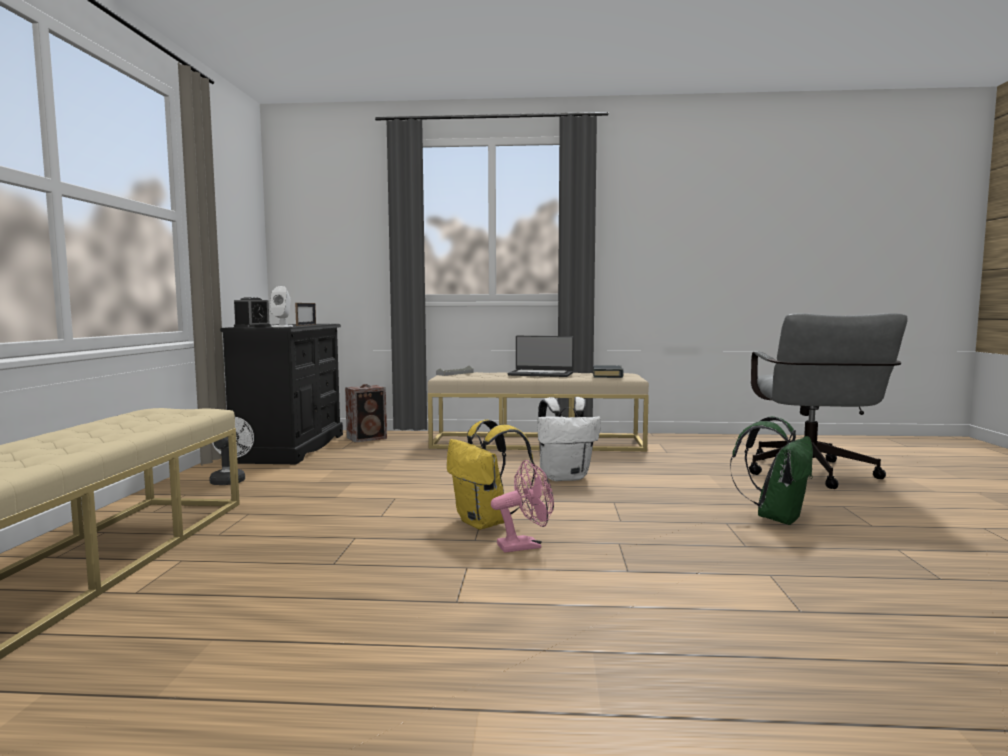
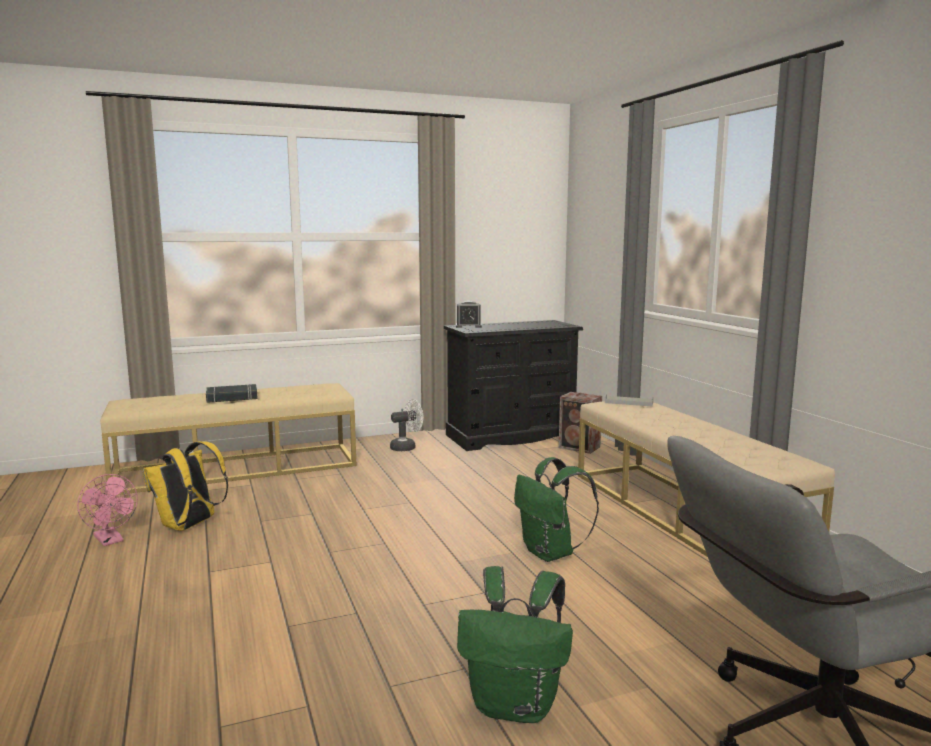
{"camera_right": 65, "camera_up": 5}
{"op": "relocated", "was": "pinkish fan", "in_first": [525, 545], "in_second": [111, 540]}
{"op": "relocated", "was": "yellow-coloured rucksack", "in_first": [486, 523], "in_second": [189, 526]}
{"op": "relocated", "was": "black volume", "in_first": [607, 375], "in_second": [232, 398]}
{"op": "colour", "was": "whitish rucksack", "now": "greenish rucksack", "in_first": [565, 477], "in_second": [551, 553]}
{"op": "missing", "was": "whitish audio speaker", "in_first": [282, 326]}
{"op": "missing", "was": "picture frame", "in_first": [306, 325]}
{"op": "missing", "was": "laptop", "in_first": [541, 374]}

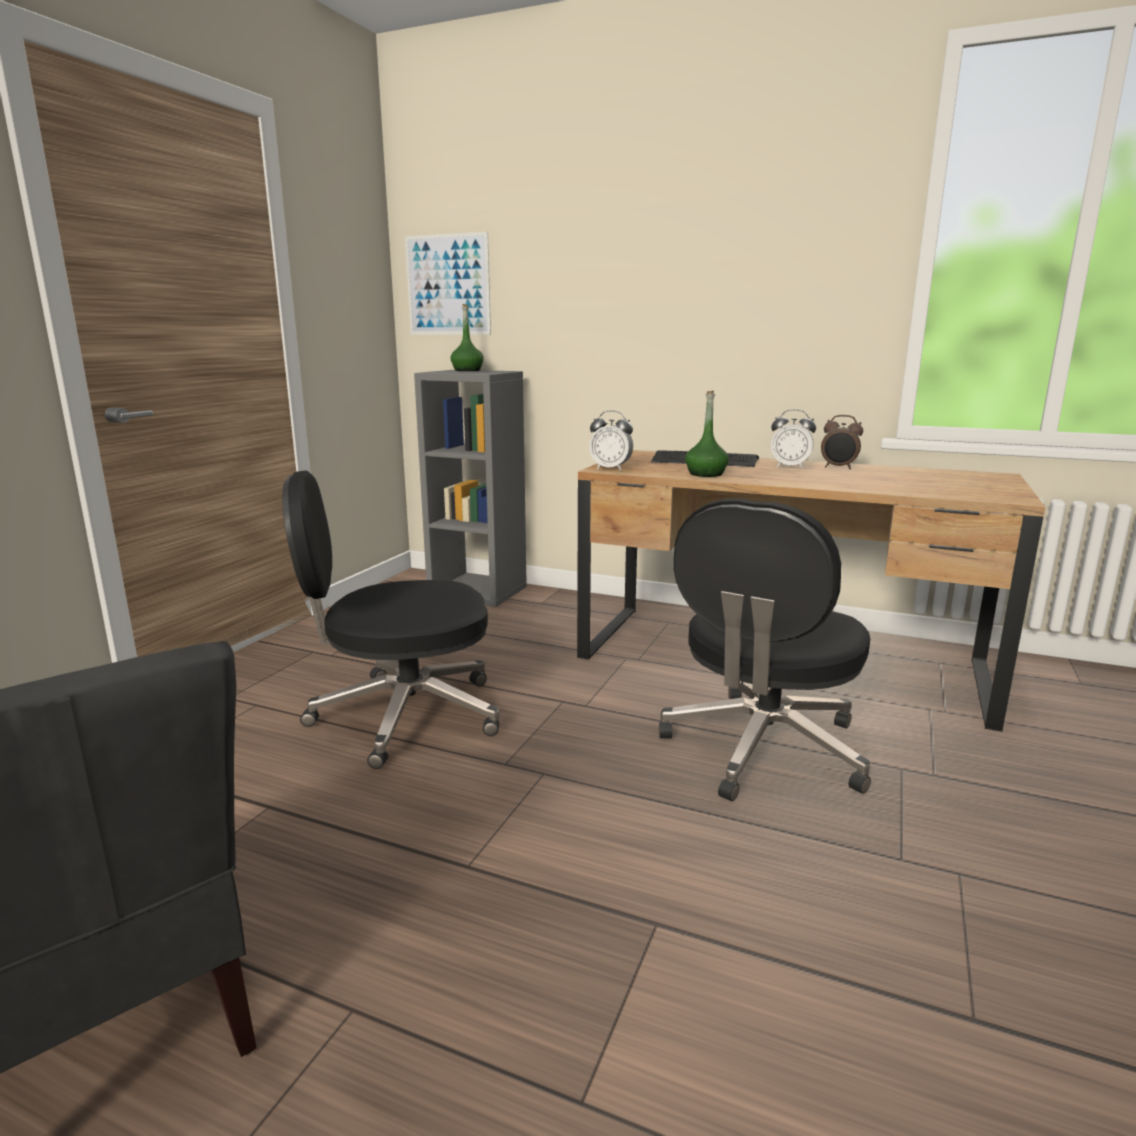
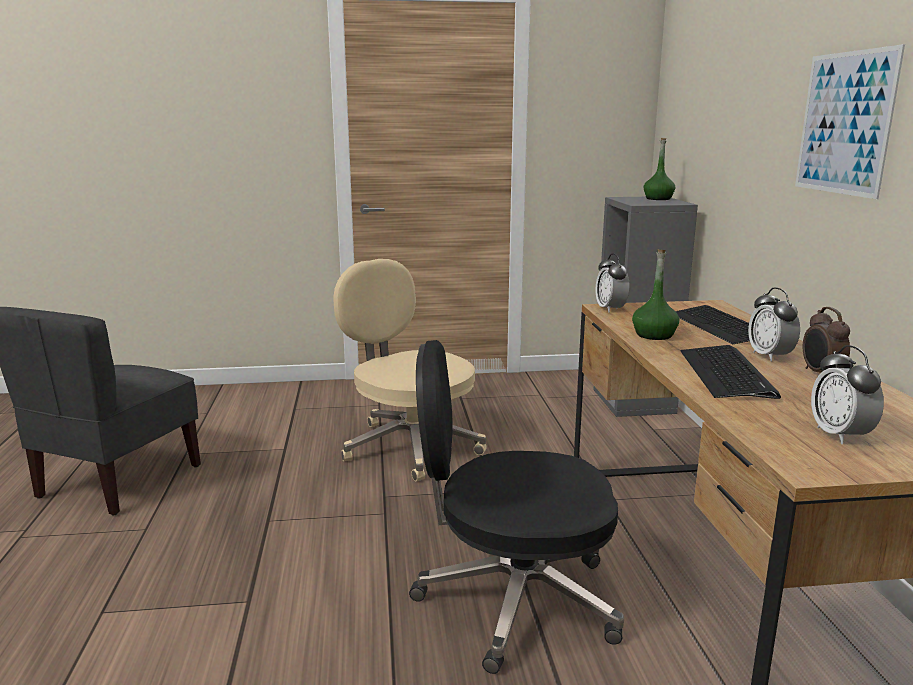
{"camera_right": 60, "camera_up": 0}
{"op": "colour", "was": "black desk chair", "now": "sand-coloured desk chair", "in_first": [403, 715], "in_second": [410, 445]}
{"op": "appeared", "now": "computer keyboard", "in_second": [726, 374]}
{"op": "relocated", "was": "wall picture", "in_first": [448, 285], "in_second": [844, 123]}
{"op": "appeared", "now": "alarm clock", "in_second": [840, 435]}

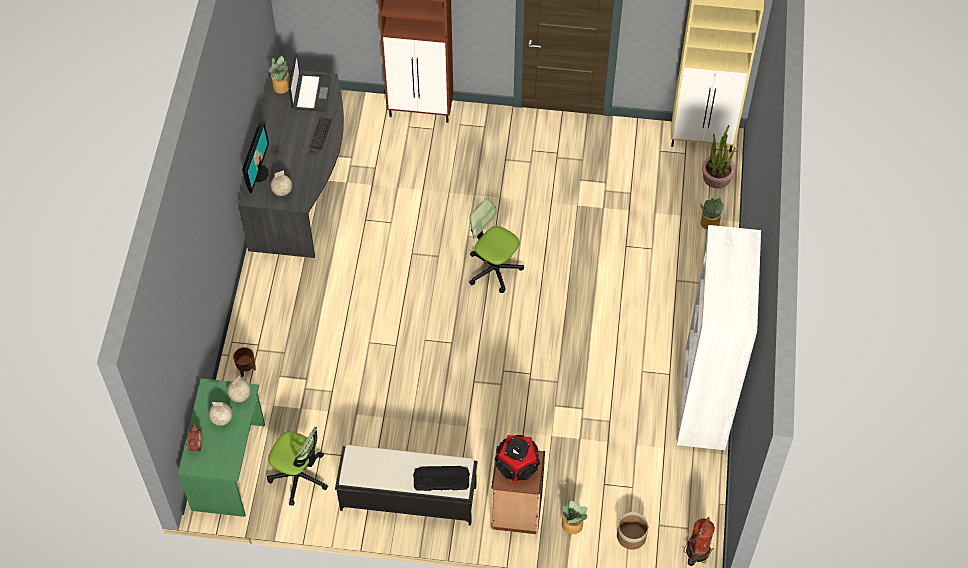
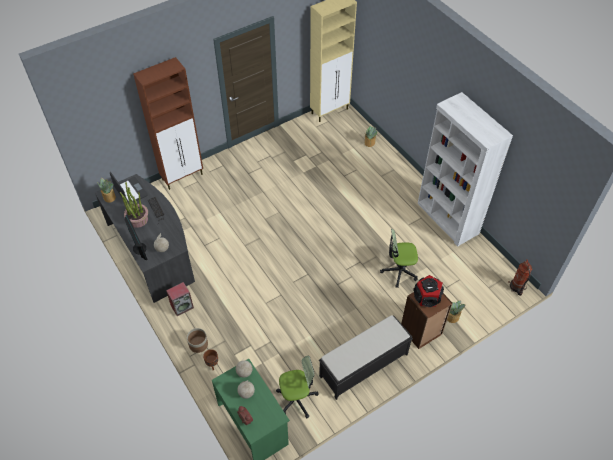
{"camera_right": -40, "camera_up": -5}
{"op": "relocated", "was": "houseplant", "in_first": [716, 176], "in_second": [138, 219]}
{"op": "appeared", "now": "audio speaker", "in_second": [182, 306]}
{"op": "relocated", "was": "planter", "in_first": [631, 536], "in_second": [198, 344]}
{"op": "relocated", "was": "desk chair", "in_first": [494, 269], "in_second": [399, 271]}
{"op": "missing", "was": "computer keyboard", "in_first": [441, 479]}

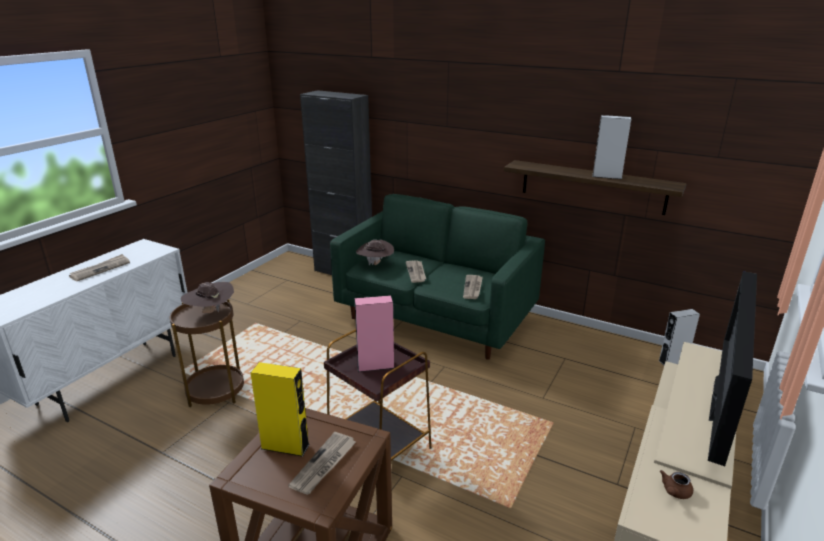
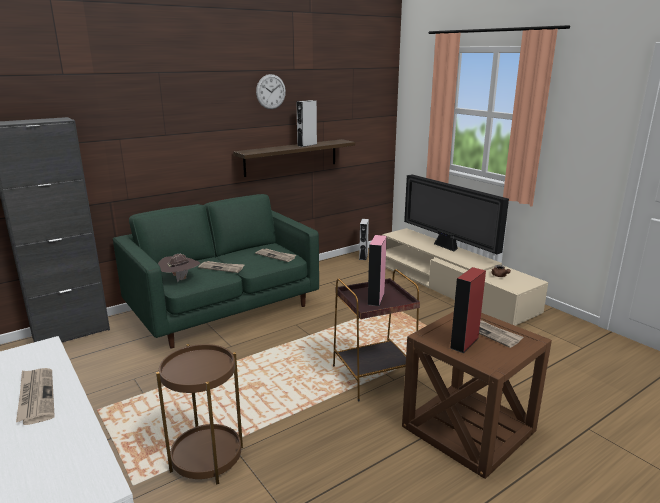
{"camera_right": -65, "camera_up": -5}
{"op": "appeared", "now": "hanging clock", "in_second": [271, 91]}
{"op": "colour", "was": "yellow-coloured audio speaker", "now": "red audio speaker", "in_first": [285, 446], "in_second": [464, 343]}
{"op": "missing", "was": "brown clothing hat", "in_first": [210, 312]}

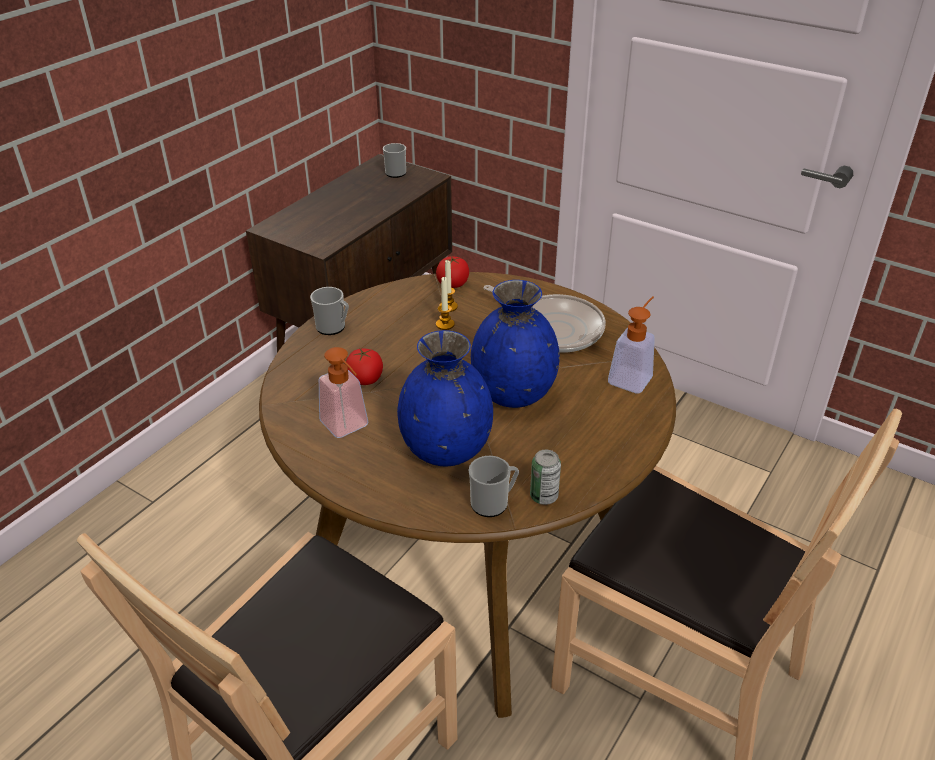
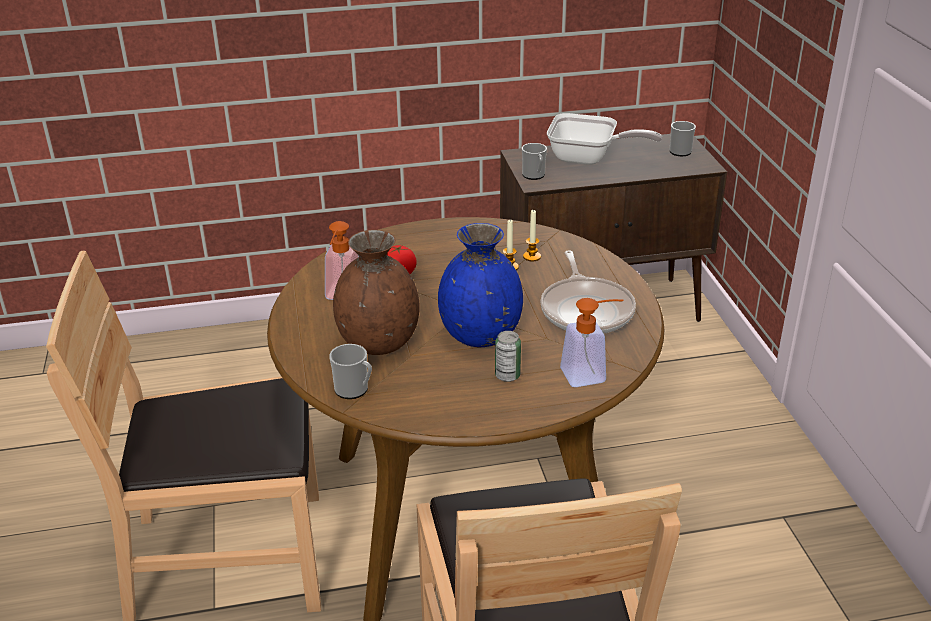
{"camera_right": 45, "camera_up": -5}
{"op": "colour", "was": "blue-coloured decorative vase", "now": "brown decorative vase", "in_first": [447, 449], "in_second": [379, 343]}
{"op": "relocated", "was": "can", "in_first": [544, 496], "in_second": [507, 376]}
{"op": "relocated", "was": "tea mug", "in_first": [333, 327], "in_second": [534, 176]}
{"op": "appeared", "now": "pan", "in_second": [589, 158]}
{"op": "missing", "was": "tomato", "in_first": [452, 284]}

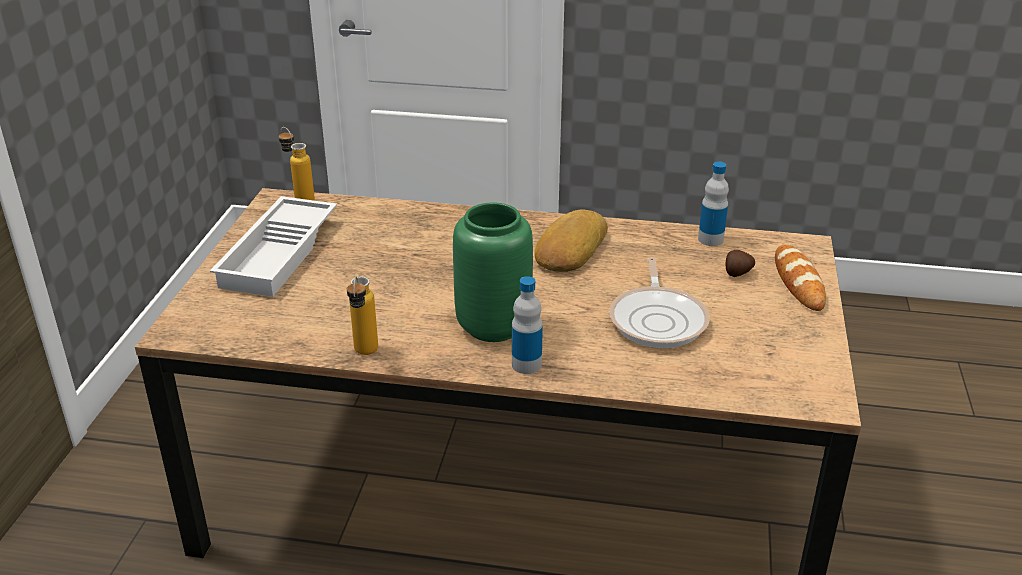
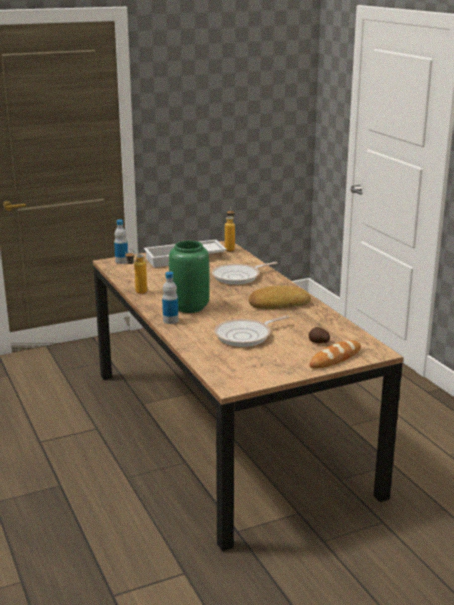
{"camera_right": 55, "camera_up": -10}
{"op": "relocated", "was": "drink bottle", "in_first": [710, 239], "in_second": [121, 261]}
{"op": "appeared", "now": "pan", "in_second": [238, 277]}

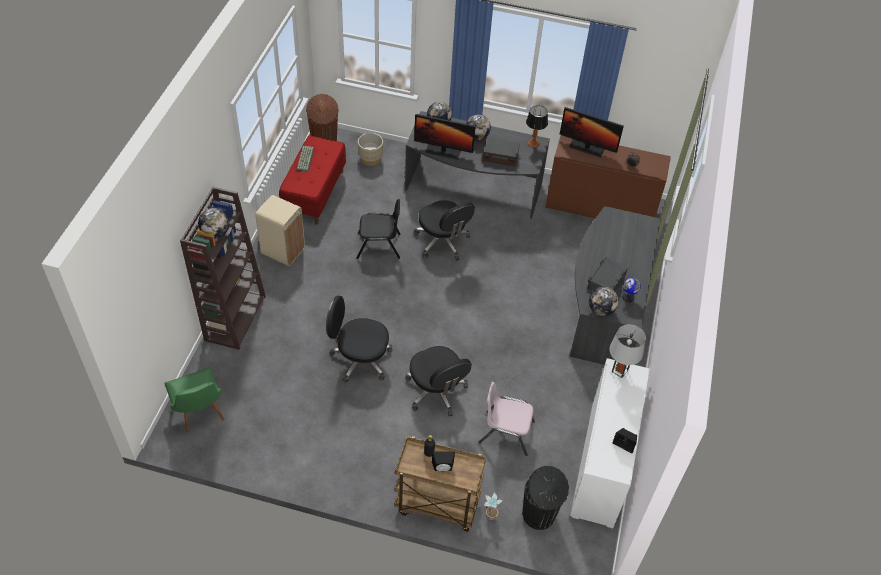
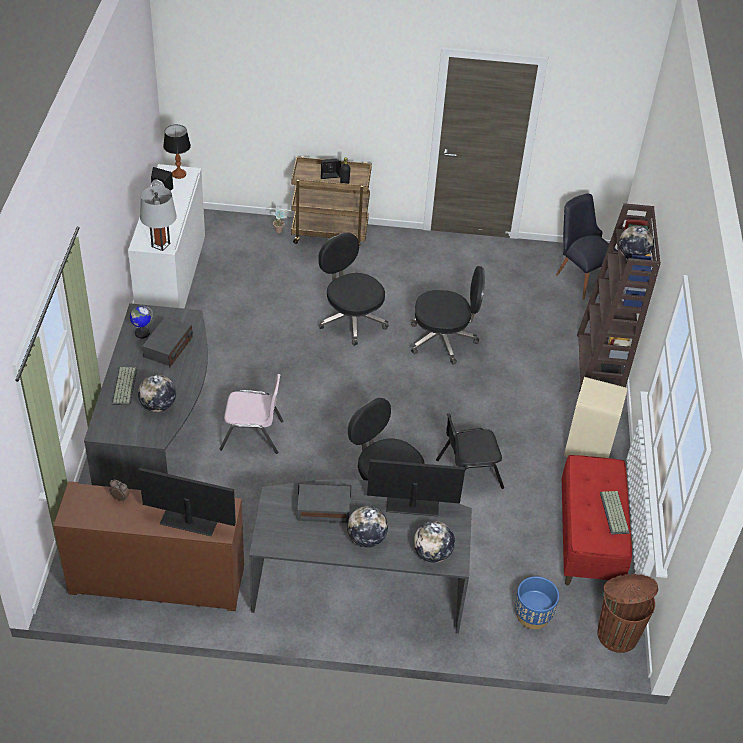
{"camera_right": 170, "camera_up": -5}
{"op": "appeared", "now": "computer keyboard", "in_second": [124, 386]}
{"op": "relocated", "was": "globe", "in_first": [601, 310], "in_second": [158, 406]}
{"op": "relocated", "was": "lamp for a table", "in_first": [533, 143], "in_second": [179, 174]}
{"op": "relocated", "was": "pinkish upright chair", "in_first": [506, 432], "in_second": [252, 435]}
{"op": "colour", "was": "sand-coloured planter", "now": "blue-coloured planter", "in_first": [370, 159], "in_second": [532, 615]}
{"op": "colour", "was": "greenish upright chair", "now": "black upright chair", "in_first": [200, 414], "in_second": [581, 276]}
{"op": "missing", "was": "black rubbish bin", "in_first": [539, 515]}

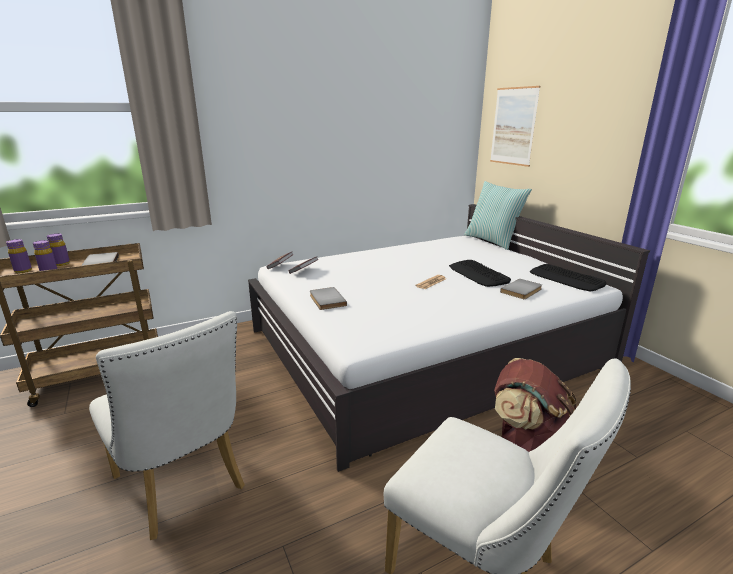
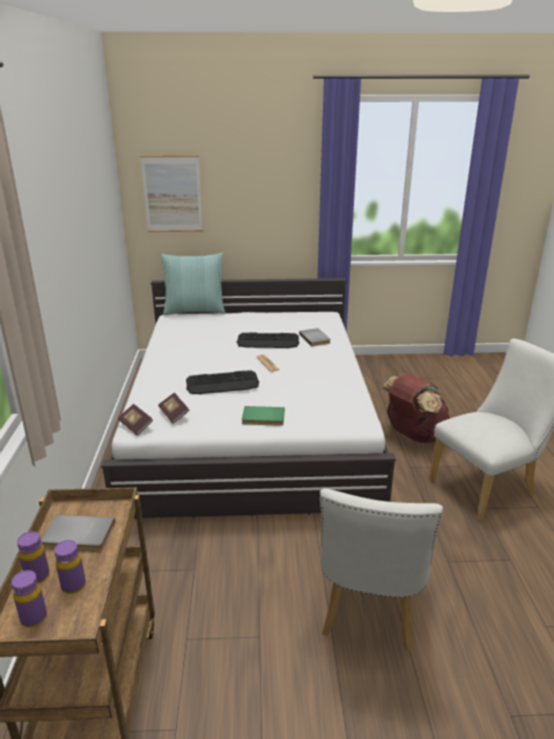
{"camera_right": -65, "camera_up": 5}
{"op": "relocated", "was": "computer keyboard", "in_first": [566, 278], "in_second": [222, 383]}
{"op": "colour", "was": "gray volume", "now": "greenish volume", "in_first": [326, 300], "in_second": [263, 418]}
{"op": "spun", "was": "whitish upright chair", "in_first": [184, 487], "in_second": [368, 612], "clockwise": 120}

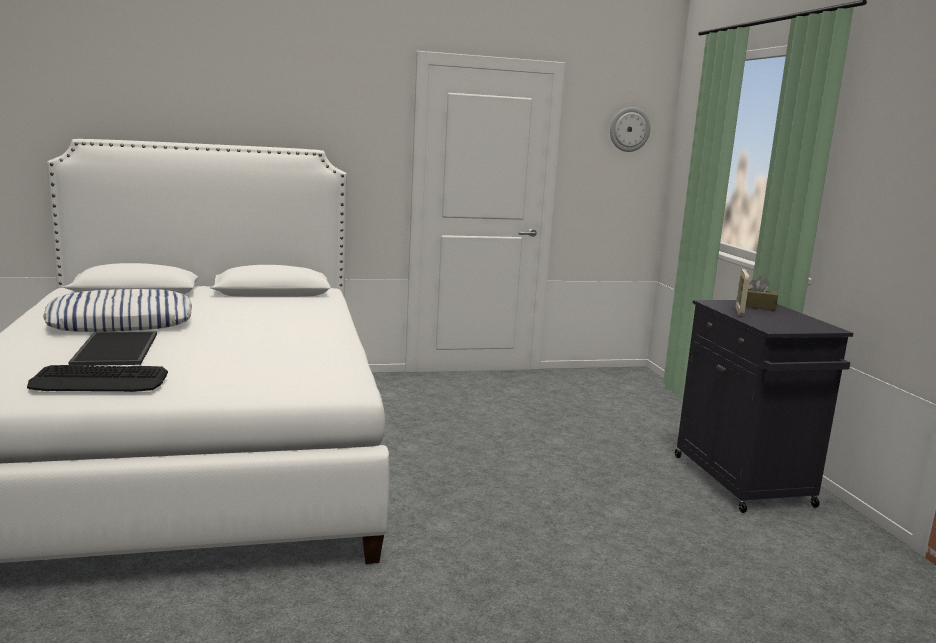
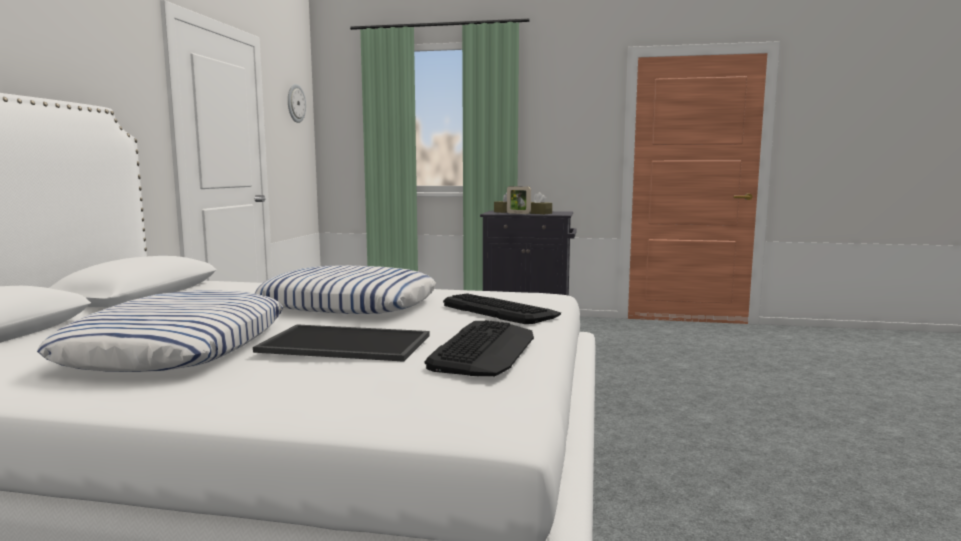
{"camera_right": -65, "camera_up": -5}
{"op": "appeared", "now": "cushion", "in_second": [350, 303]}
{"op": "appeared", "now": "computer keyboard", "in_second": [499, 310]}
{"op": "appeared", "now": "brown box of tissues", "in_second": [538, 213]}

